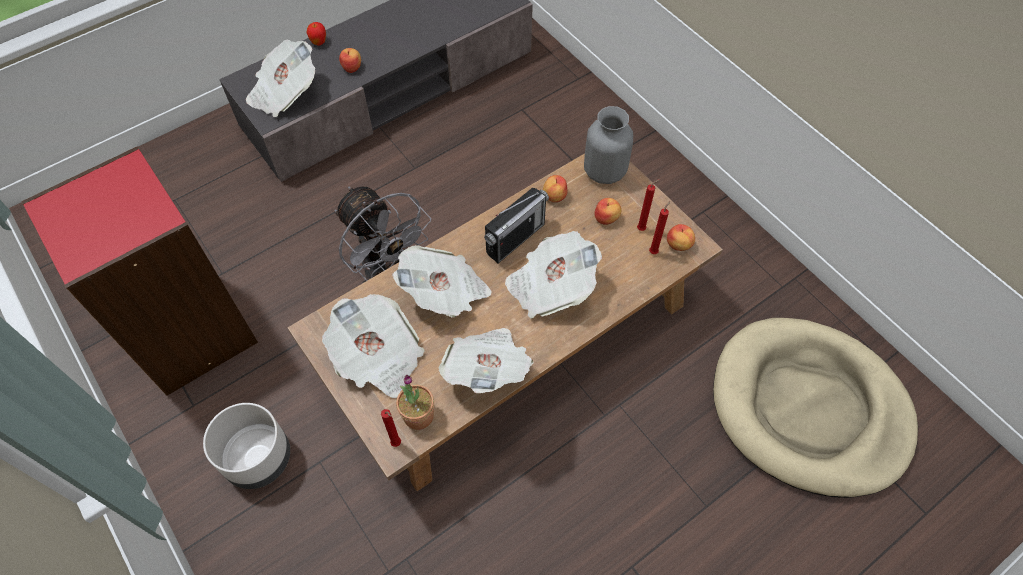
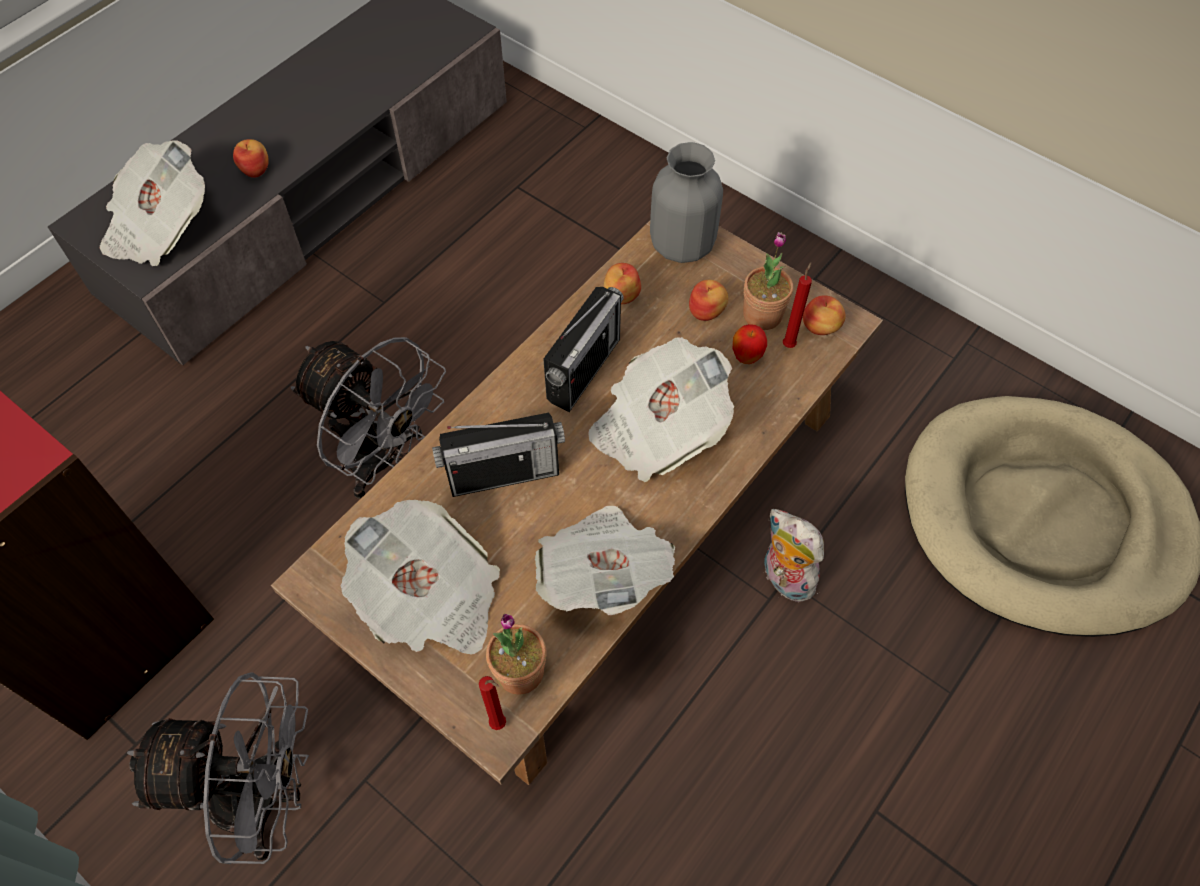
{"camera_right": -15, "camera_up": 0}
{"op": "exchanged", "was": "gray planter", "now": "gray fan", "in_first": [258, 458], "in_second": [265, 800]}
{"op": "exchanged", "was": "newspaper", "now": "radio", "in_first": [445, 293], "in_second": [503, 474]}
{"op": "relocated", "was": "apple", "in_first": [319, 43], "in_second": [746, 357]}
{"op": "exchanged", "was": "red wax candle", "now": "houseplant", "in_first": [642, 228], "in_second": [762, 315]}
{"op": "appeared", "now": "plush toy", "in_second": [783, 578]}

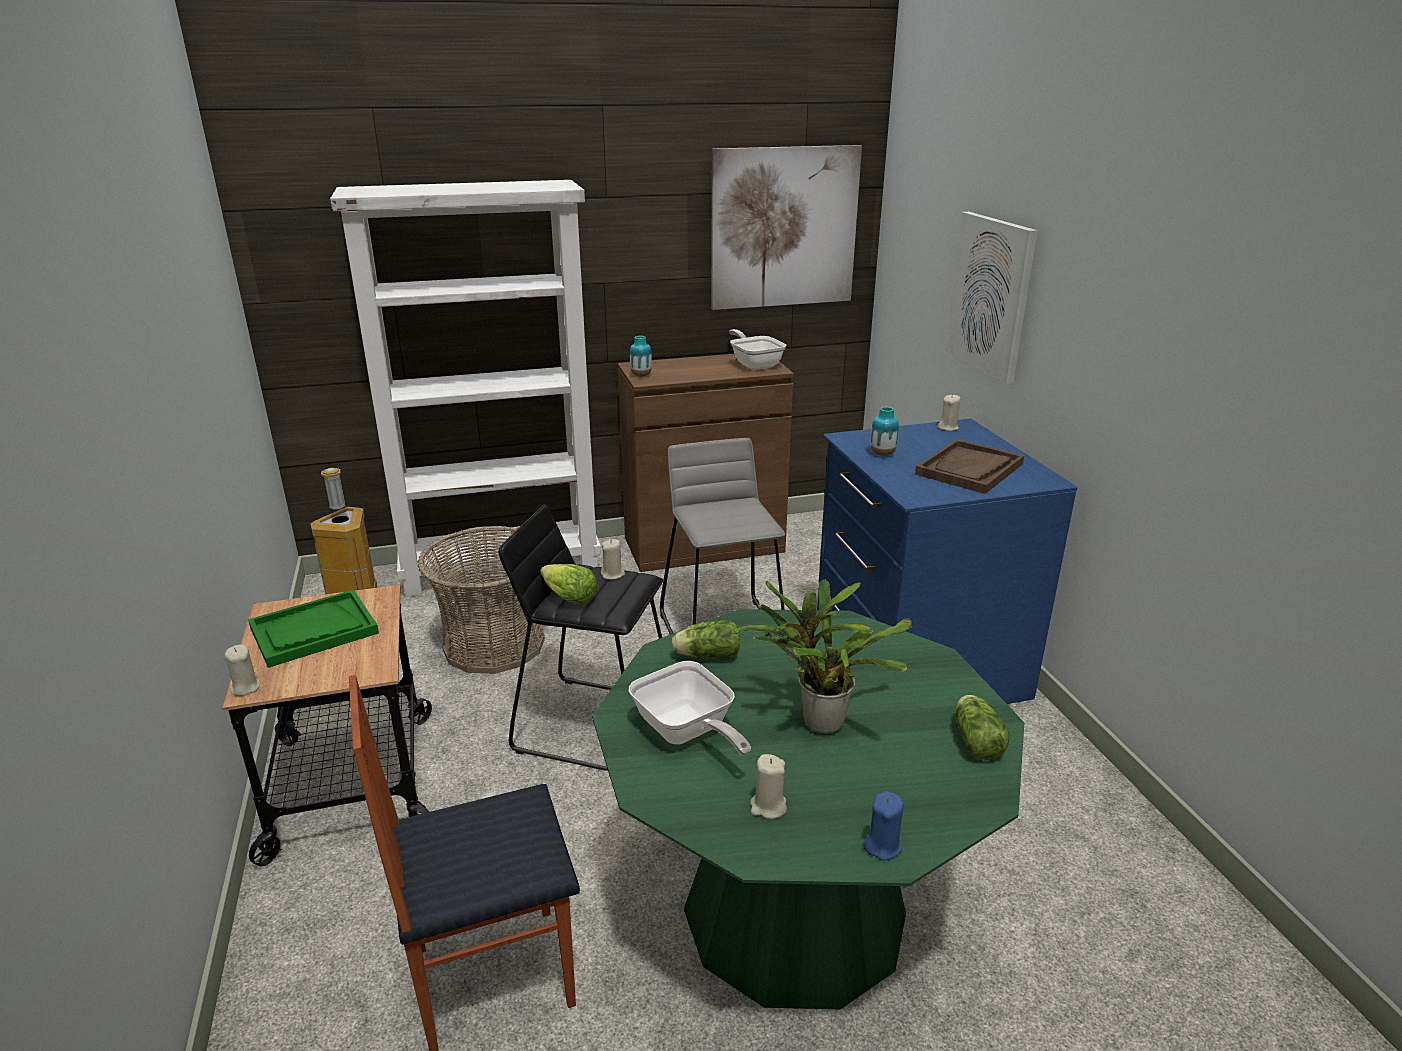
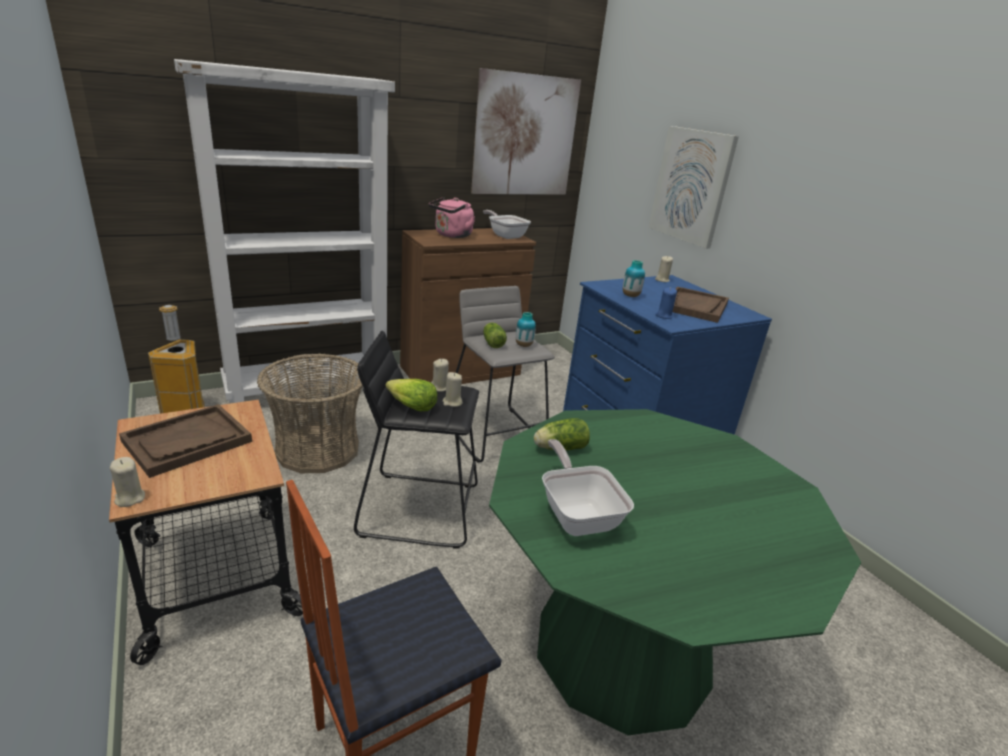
{"camera_right": -15, "camera_up": 0}
{"op": "colour", "was": "greenish carrying tray", "now": "brown carrying tray", "in_first": [314, 631], "in_second": [187, 442]}
{"op": "appeared", "now": "pinkish kettle", "in_second": [452, 235]}
{"op": "relocated", "was": "sand-coloured wax candle", "in_first": [768, 807], "in_second": [452, 402]}
{"op": "relocated", "was": "lettuce head", "in_first": [975, 740], "in_second": [492, 342]}
{"op": "relocated", "was": "decorative vase", "in_first": [641, 375], "in_second": [523, 345]}
{"op": "spun", "was": "pan", "in_first": [687, 733], "in_second": [577, 514], "clockwise": -150}
{"op": "relocated", "was": "blue-coloured wax candle", "in_first": [882, 846], "in_second": [663, 316]}
{"op": "missing", "was": "houseplant", "in_first": [817, 721]}

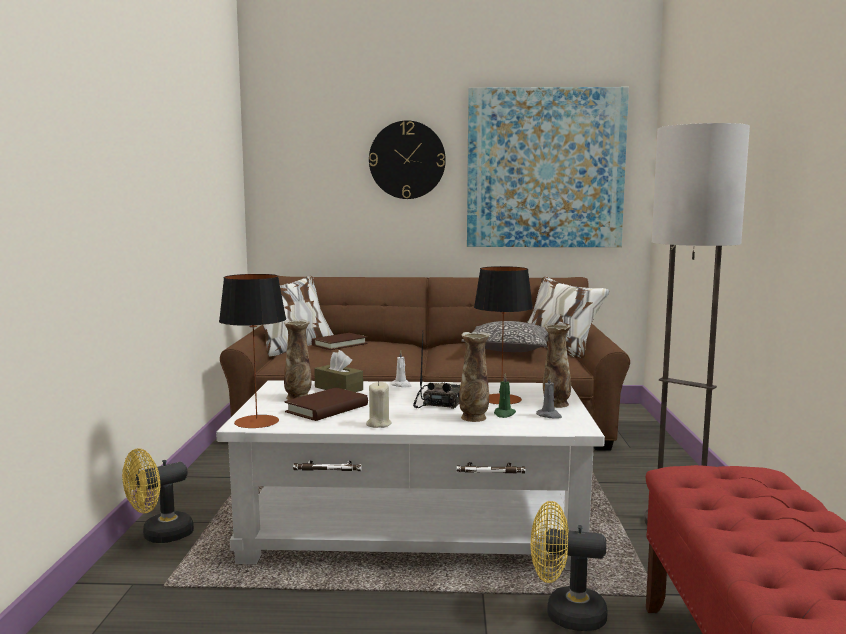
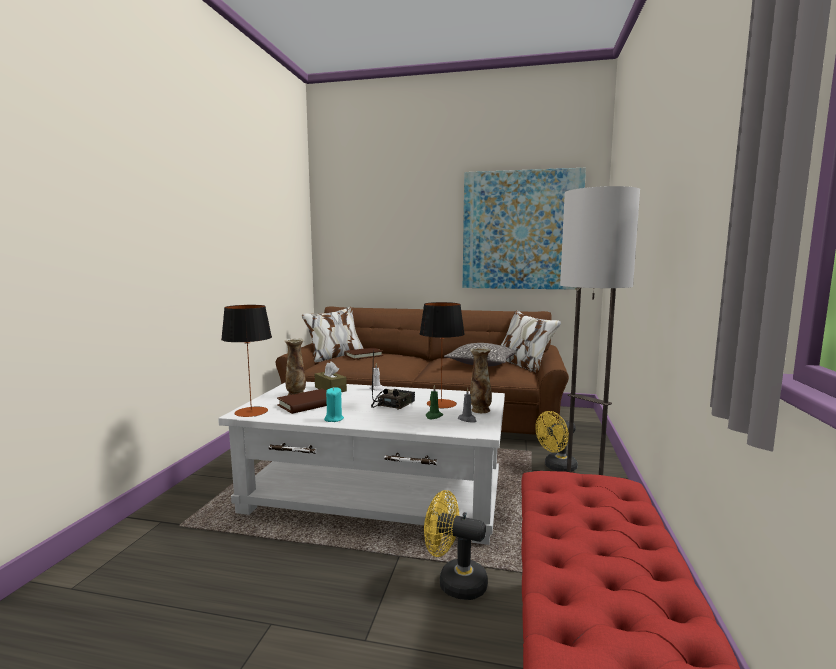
{"camera_right": 10, "camera_up": 0}
{"op": "colour", "was": "sand-coloured wax candle", "now": "turquoise wax candle", "in_first": [378, 424], "in_second": [334, 419]}
{"op": "relocated", "was": "yellow-coloured fan", "in_first": [160, 535], "in_second": [556, 467]}
{"op": "missing", "was": "hanging clock", "in_first": [407, 160]}
{"op": "missing", "was": "decorative vase", "in_first": [474, 418]}

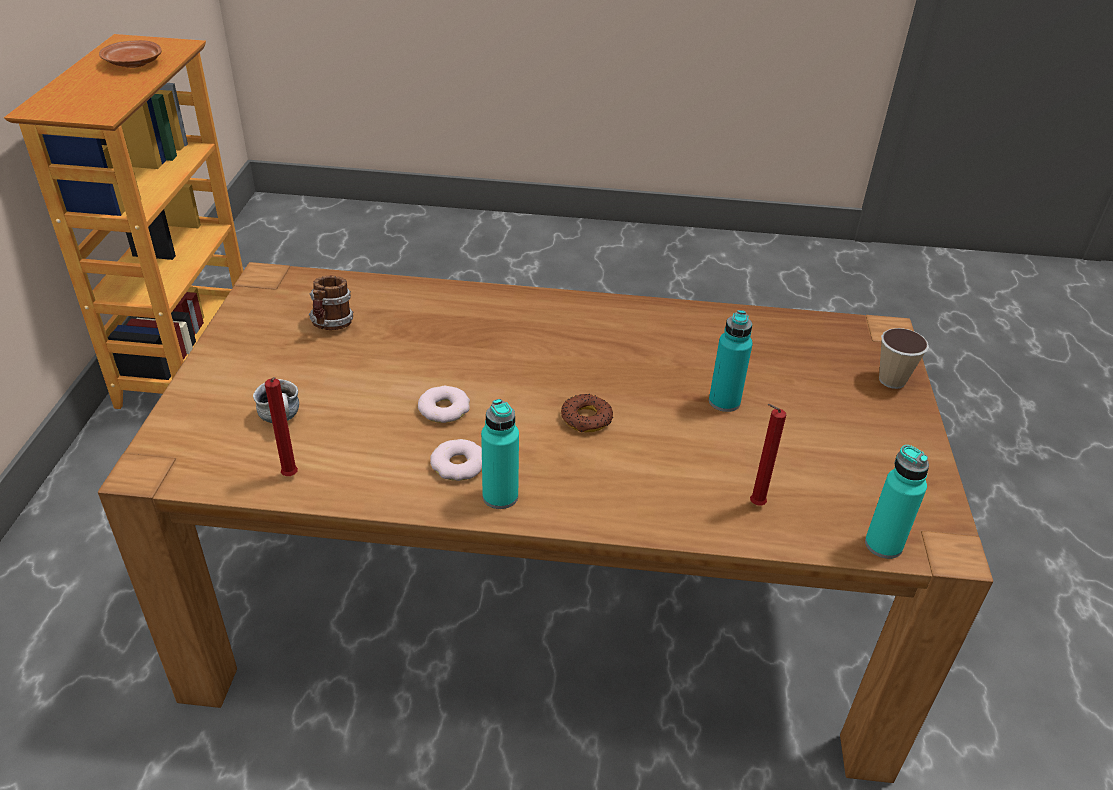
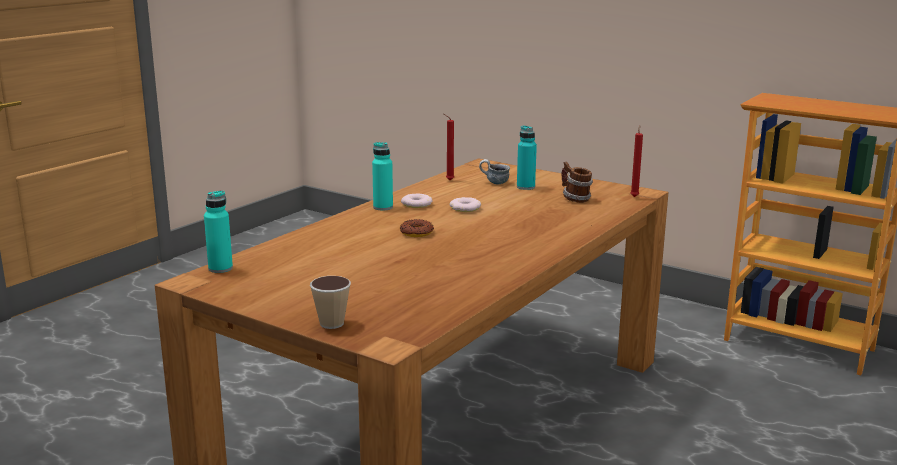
{"camera_right": 120, "camera_up": -20}
{"op": "relocated", "was": "turquoise drink bottle", "in_first": [724, 402], "in_second": [525, 187]}
{"op": "relocated", "was": "red wax candle", "in_first": [754, 505], "in_second": [634, 196]}
{"op": "missing", "was": "brown plate", "in_first": [133, 63]}

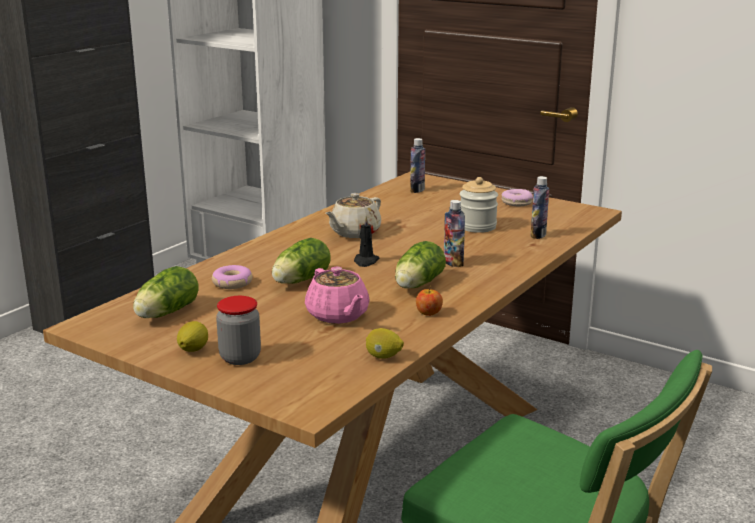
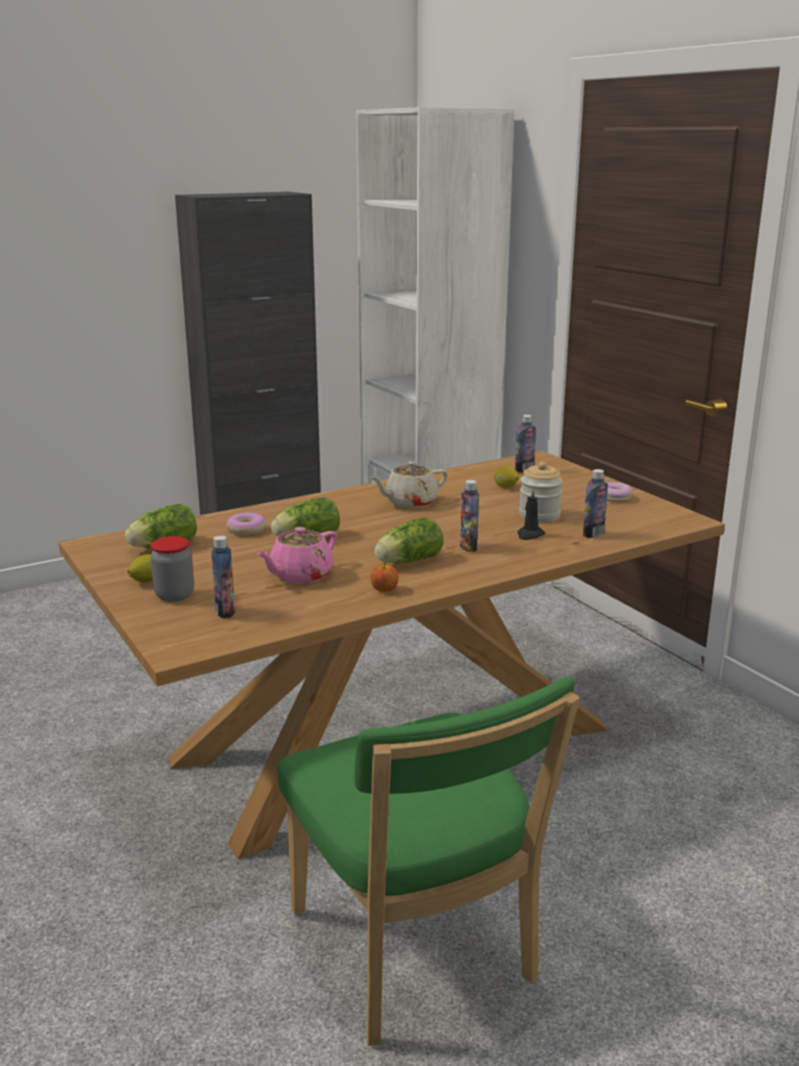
{"camera_right": 25, "camera_up": 0}
{"op": "appeared", "now": "drink bottle", "in_second": [225, 612]}
{"op": "spun", "was": "pinkish teapot", "in_first": [338, 315], "in_second": [300, 575], "clockwise": 45}
{"op": "relocated", "was": "citrus fruit", "in_first": [383, 357], "in_second": [505, 487]}
{"op": "relocated", "was": "black wax candle", "in_first": [365, 261], "in_second": [530, 535]}

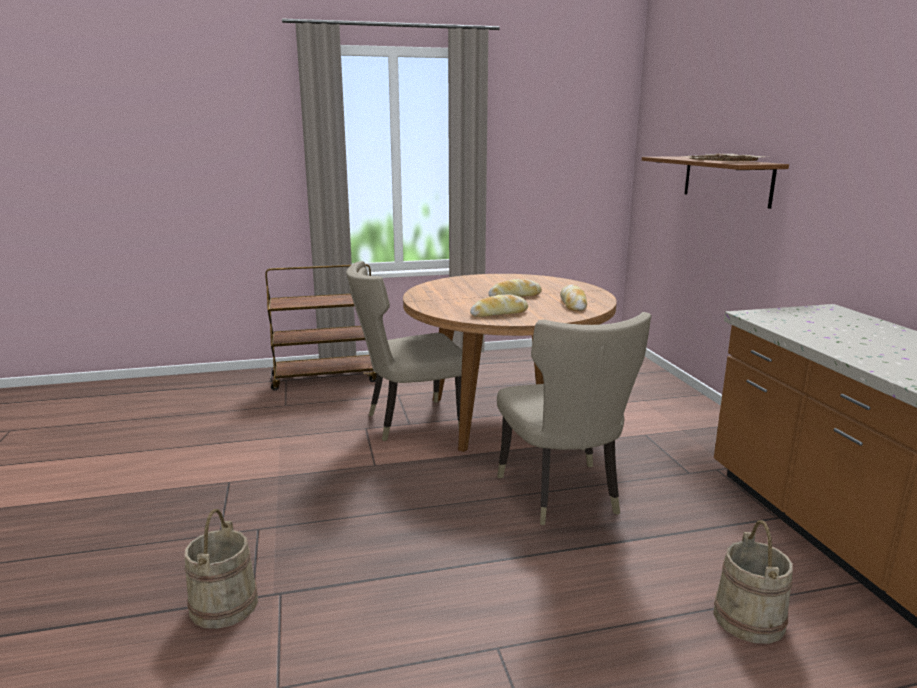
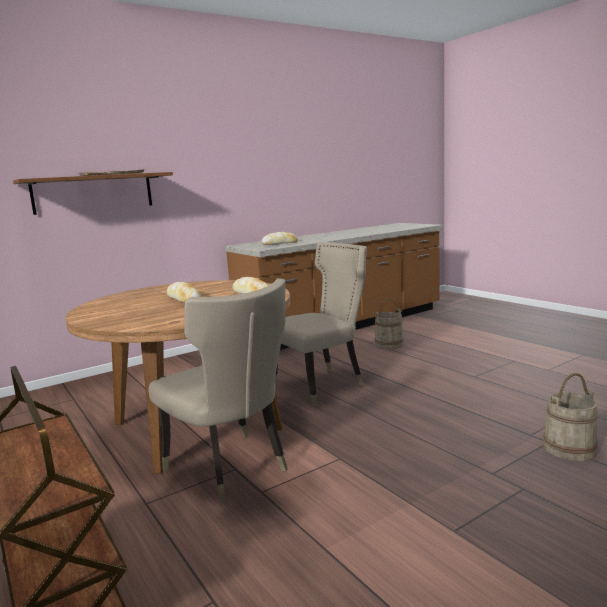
{"camera_right": -110, "camera_up": -5}
{"op": "relocated", "was": "bakery bread", "in_first": [573, 304], "in_second": [280, 243]}

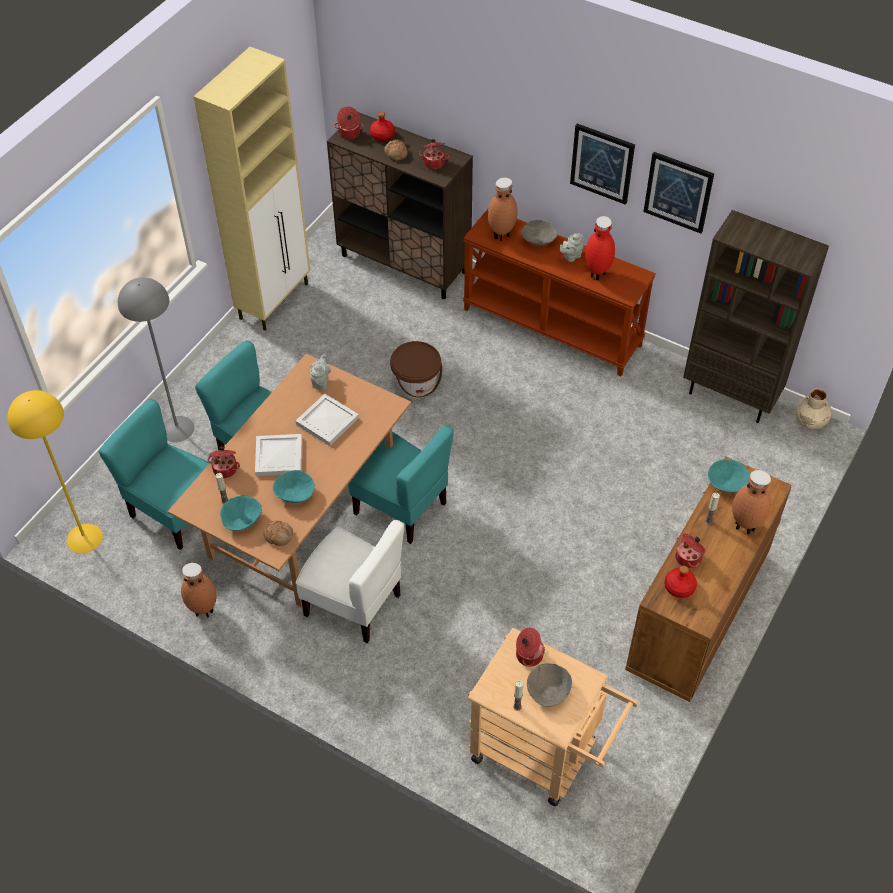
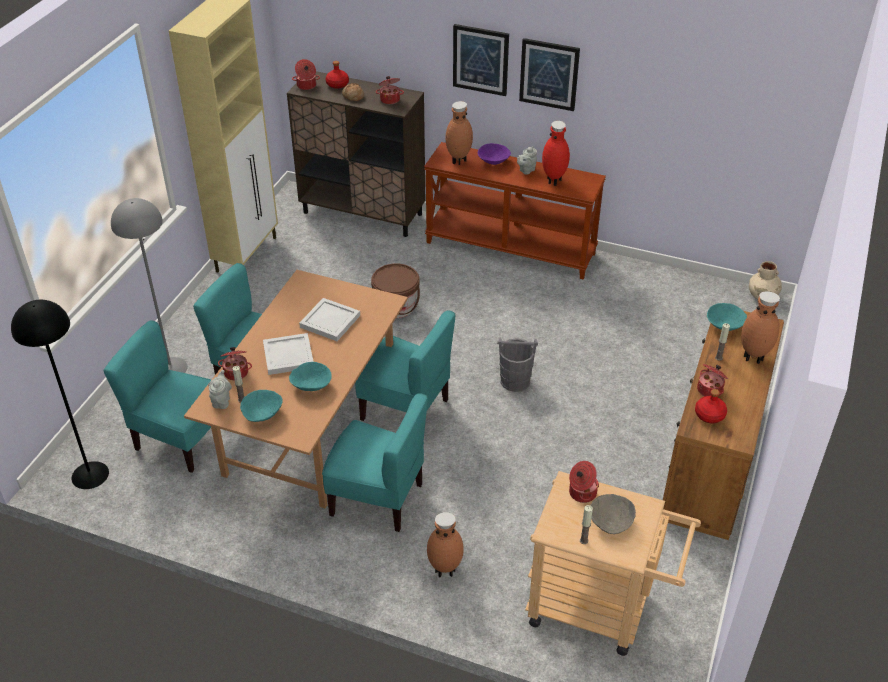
{"camera_right": -10, "camera_up": -10}
{"op": "colour", "was": "yellow-coloured standard lamp", "now": "black standard lamp", "in_first": [84, 538], "in_second": [90, 475]}
{"op": "relocated", "was": "gray teapot", "in_first": [321, 381], "in_second": [221, 401]}
{"op": "colour", "was": "whitish upright chair", "now": "turquoise upright chair", "in_first": [354, 604], "in_second": [377, 498]}
{"op": "relocated", "was": "brown decorative vase", "in_first": [204, 610], "in_second": [445, 570]}
{"op": "relocated", "was": "wall picture", "in_first": [678, 192], "in_second": [480, 59]}
{"op": "colour", "was": "gray serving bowl", "now": "purple serving bowl", "in_first": [539, 240], "in_second": [494, 161]}
{"op": "appeared", "now": "gray water bucket", "in_second": [515, 381]}
{"op": "missing", "was": "bakery bread", "in_first": [279, 535]}
{"op": "missing", "was": "brown bookshelf", "in_first": [731, 395]}

